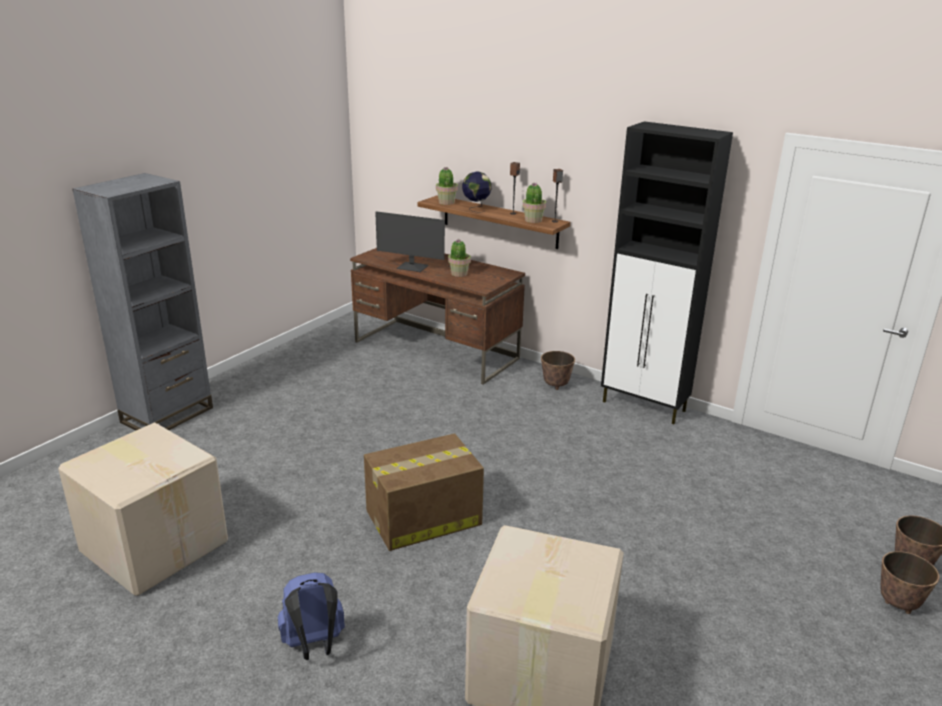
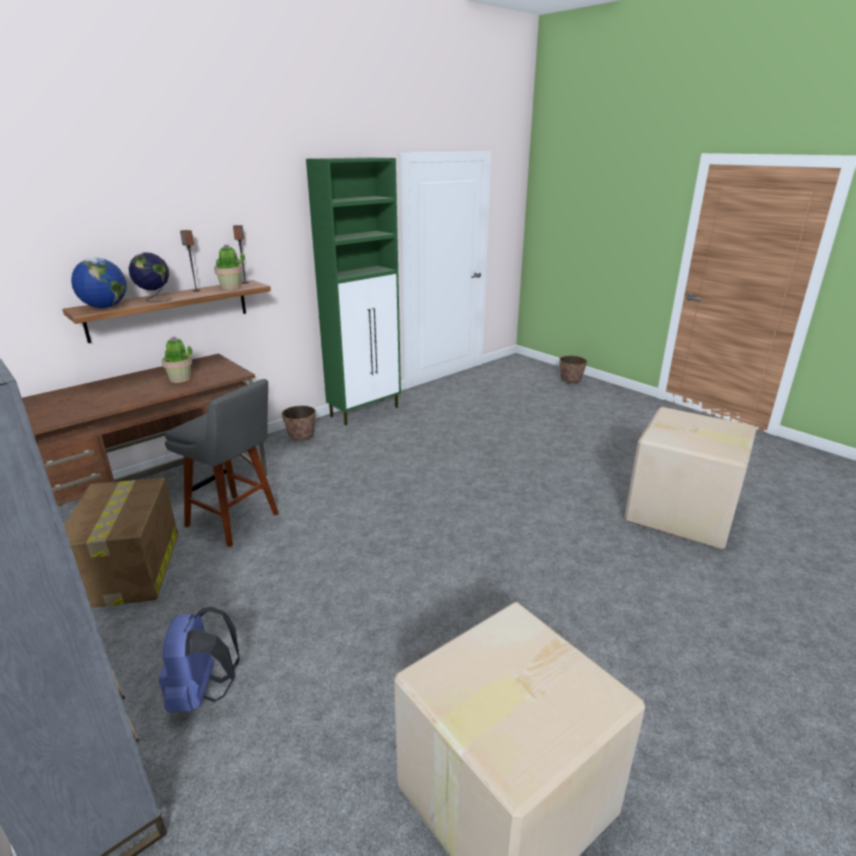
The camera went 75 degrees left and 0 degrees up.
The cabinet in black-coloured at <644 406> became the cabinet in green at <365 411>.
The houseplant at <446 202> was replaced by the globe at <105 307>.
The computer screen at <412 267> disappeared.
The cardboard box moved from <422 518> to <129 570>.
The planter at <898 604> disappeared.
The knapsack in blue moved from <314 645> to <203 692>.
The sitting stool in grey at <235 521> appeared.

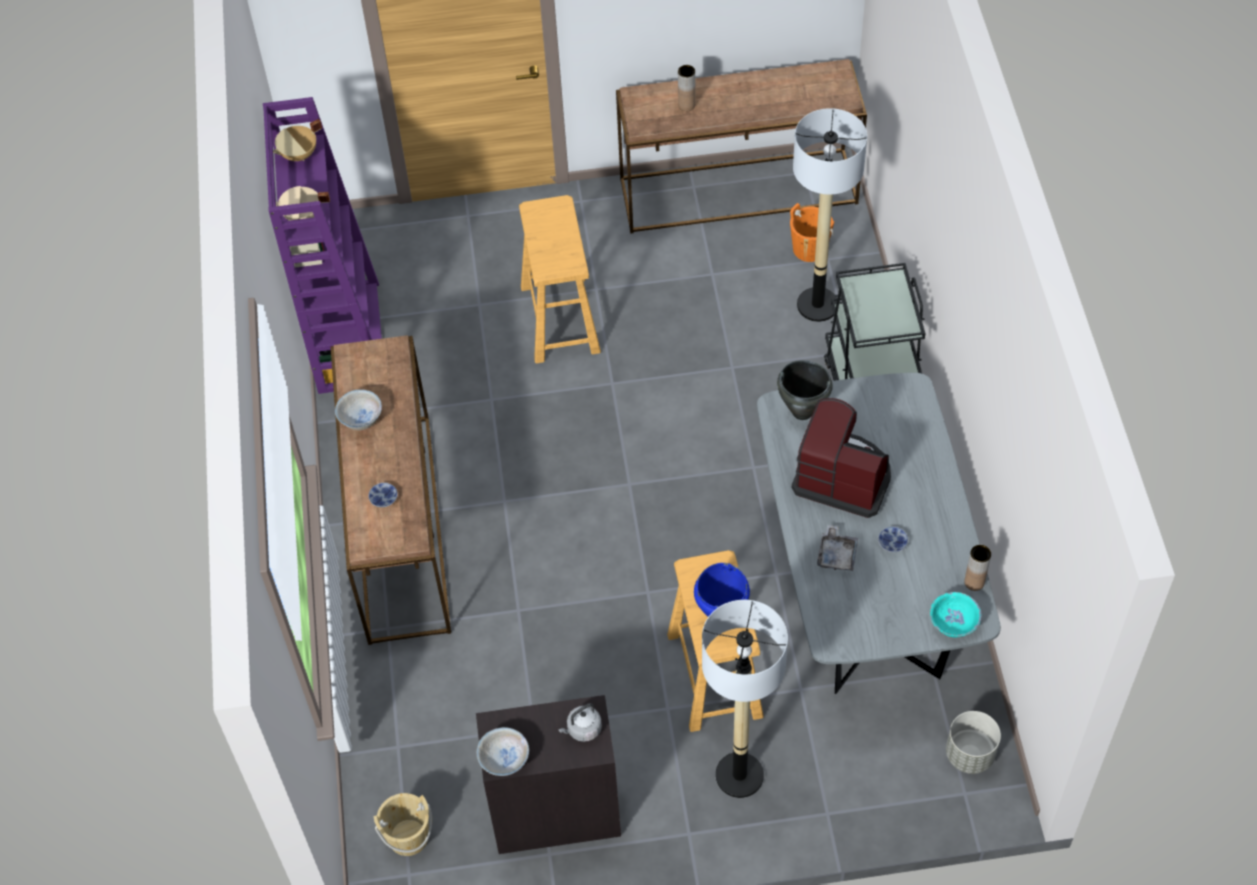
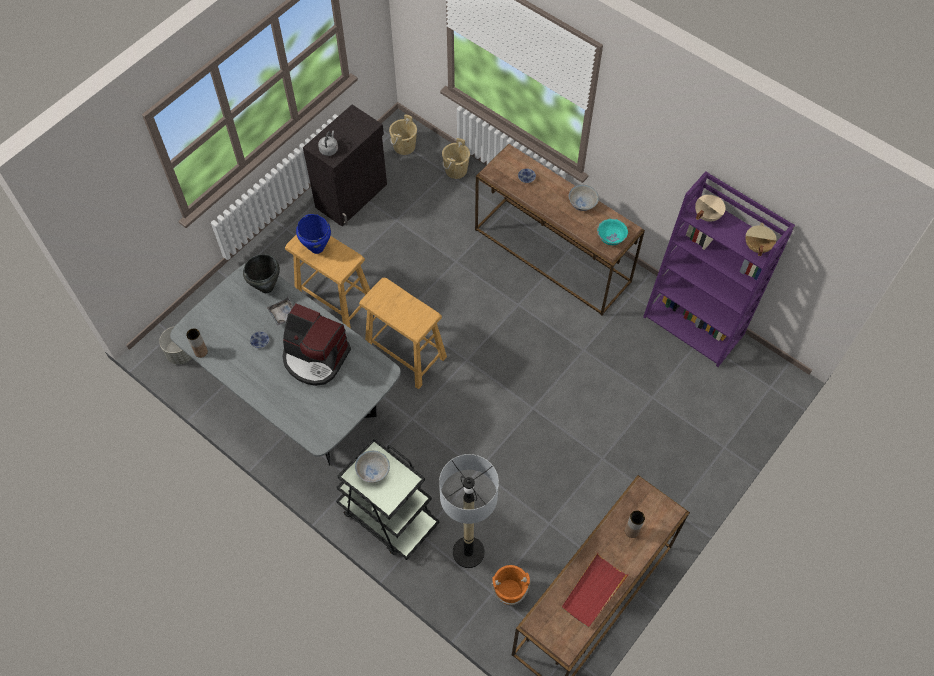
The camera went 135 degrees right and 5 degrees up.
The sitting stool in beige-coloured moved from <560 319> to <406 354>.
The cooking pot in black-coloured moved from <802 411> to <267 287>.
The coffee machine at <842 477> turned 45 degrees clockwise.
The bowl in turquoise-coloured moved from <954 623> to <611 238>.
The floor lamp at <739 775> disappeared.
The bowl in whitish moved from <504 760> to <373 471>.
The bucket in beige-coloured at <456 170> appeared.
The serving tray in red at <593 592> appeared.

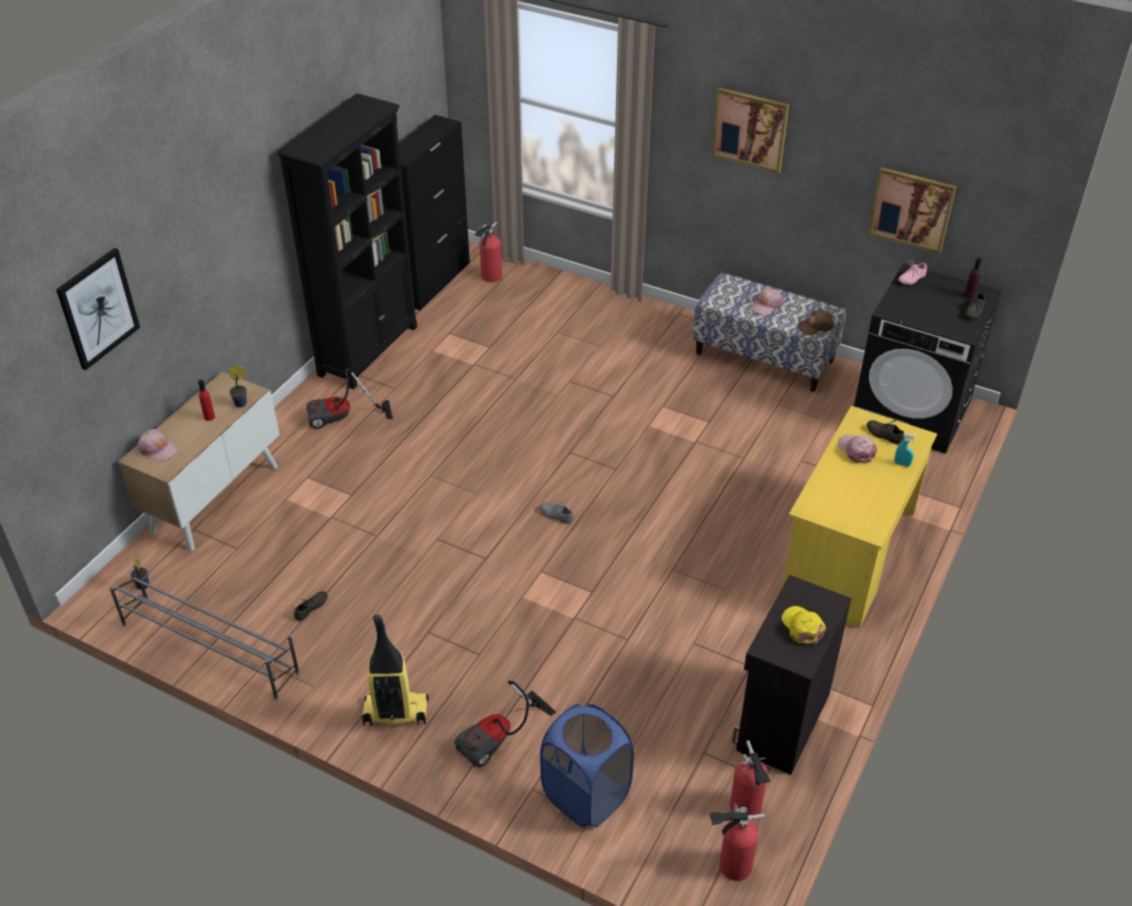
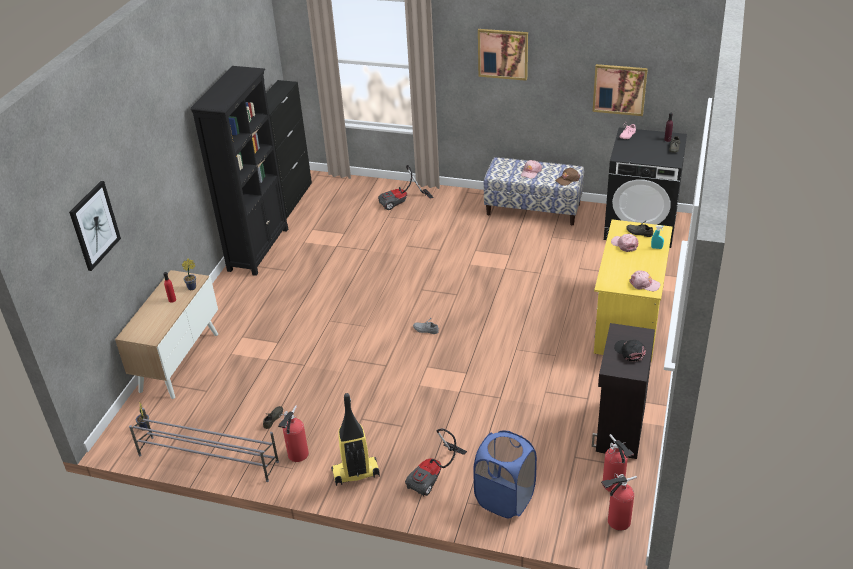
The camera went 10 degrees left and 5 degrees down.
The extinguisher moved from <490 277> to <297 456>.
The hoover moved from <342 419> to <402 203>.
The peaked cap in pink moved from <158 449> to <644 284>.
The peaked cap in yellow-coloured at <802 627> became the peaked cap in black-coloured at <630 352>.

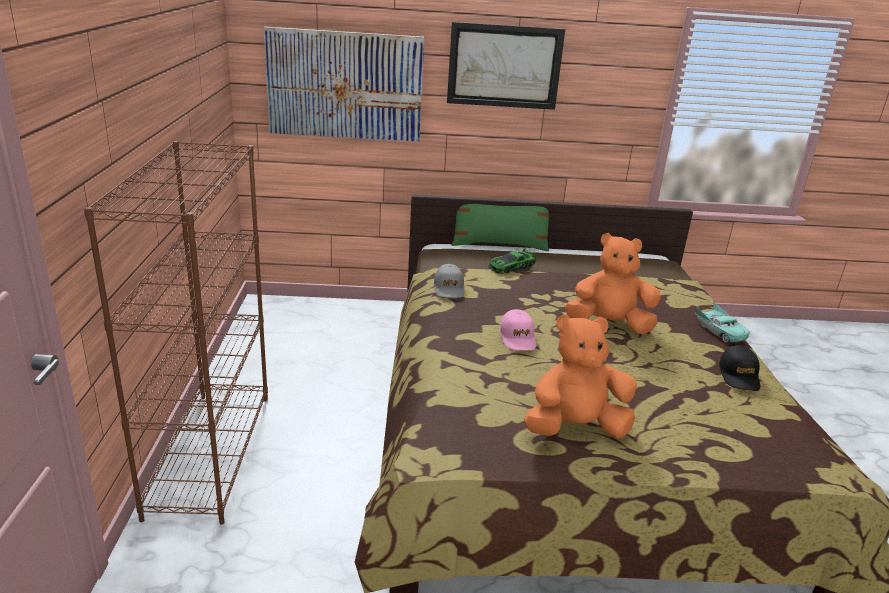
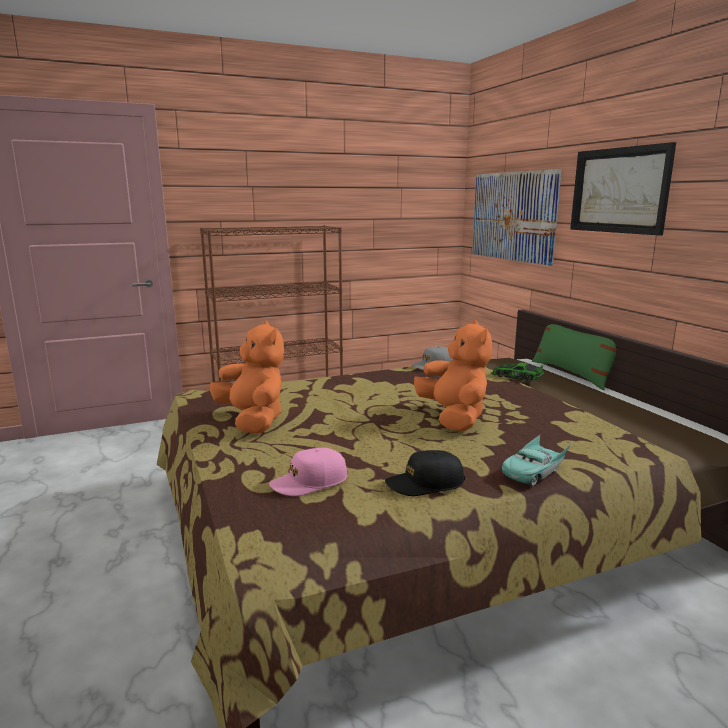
The camera went 70 degrees right and 10 degrees down.
The peaked cap in pink moved from <517 338> to <309 482>.

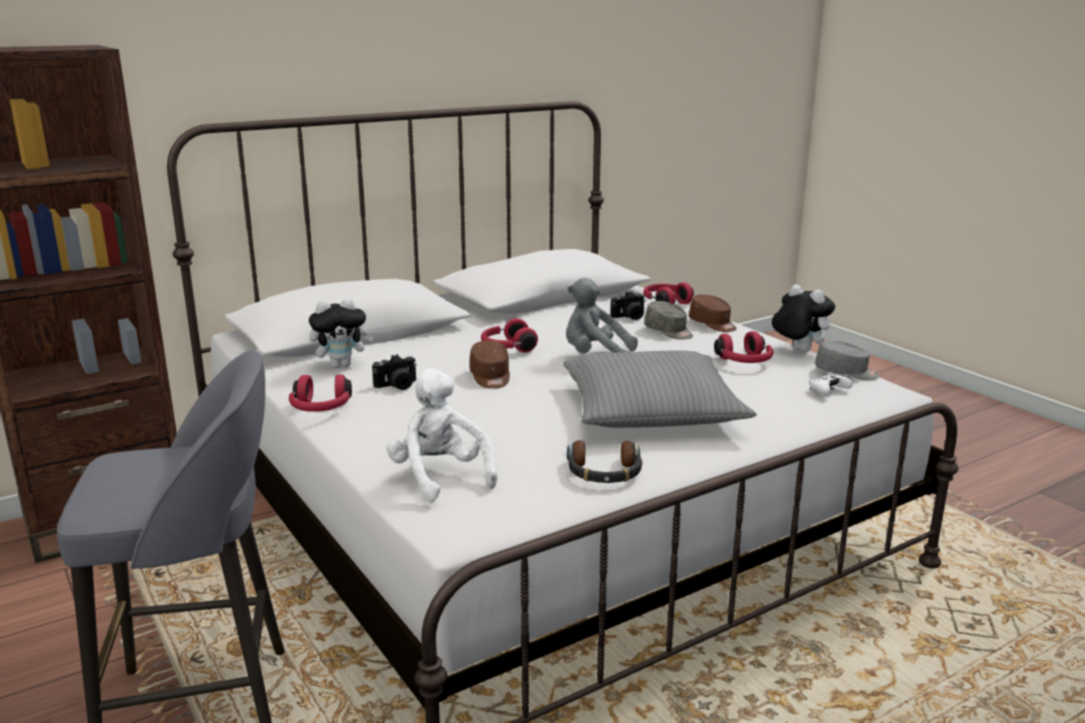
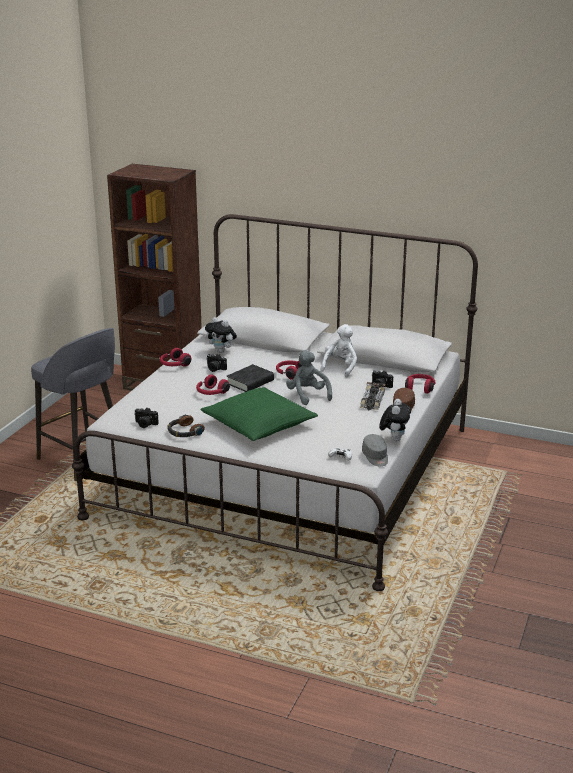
The camera went 55 degrees right and 5 degrees up.
The peaked cap in grey at <669 331> was replaced by the toy car at <372 401>.
The headphones in red moved from <744 362> to <211 393>.
The peaked cap in brown-coloured at <490 377> was replaced by the book in black-coloured at <250 382>.
The cushion in grey at <651 410> became the cushion in green at <258 424>.
The soft toy in whitish moved from <440 477> to <340 367>.
The photo camera at <145 424> appeared.

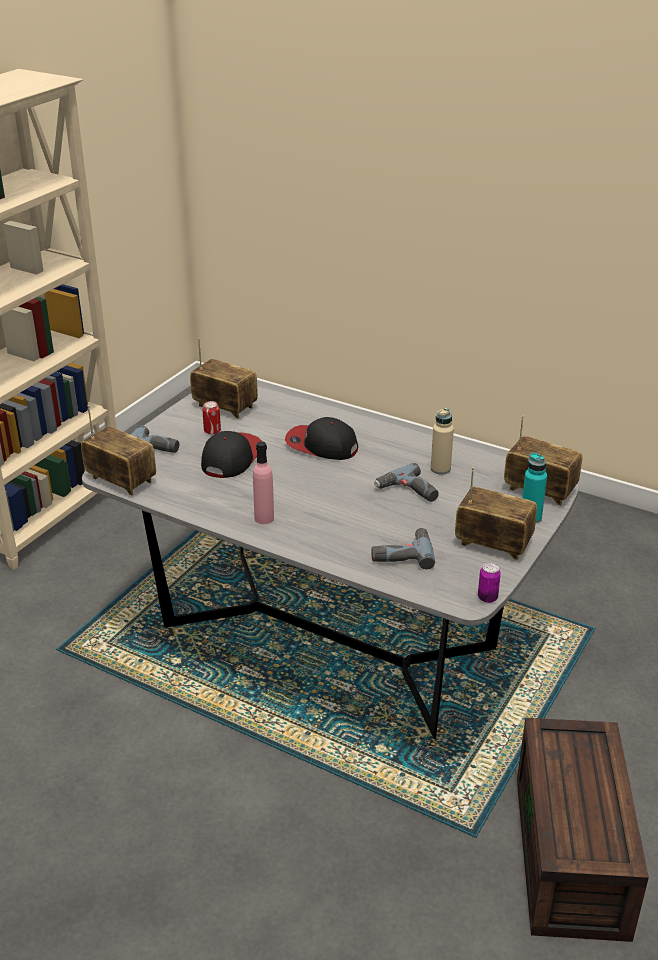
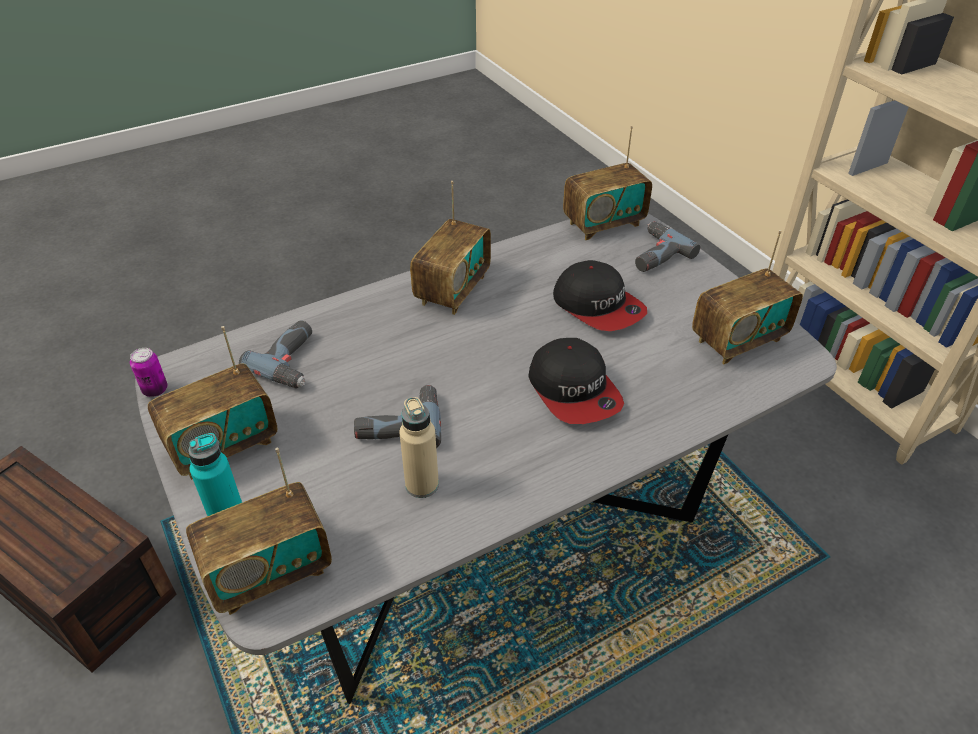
The camera went 120 degrees right and 10 degrees up.
The metal can at <212 431> disappeared.
The peaked cap at <321 445> turned 105 degrees clockwise.
The drink bottle in pink at <264 518> was replaced by the radio at <452 290>.

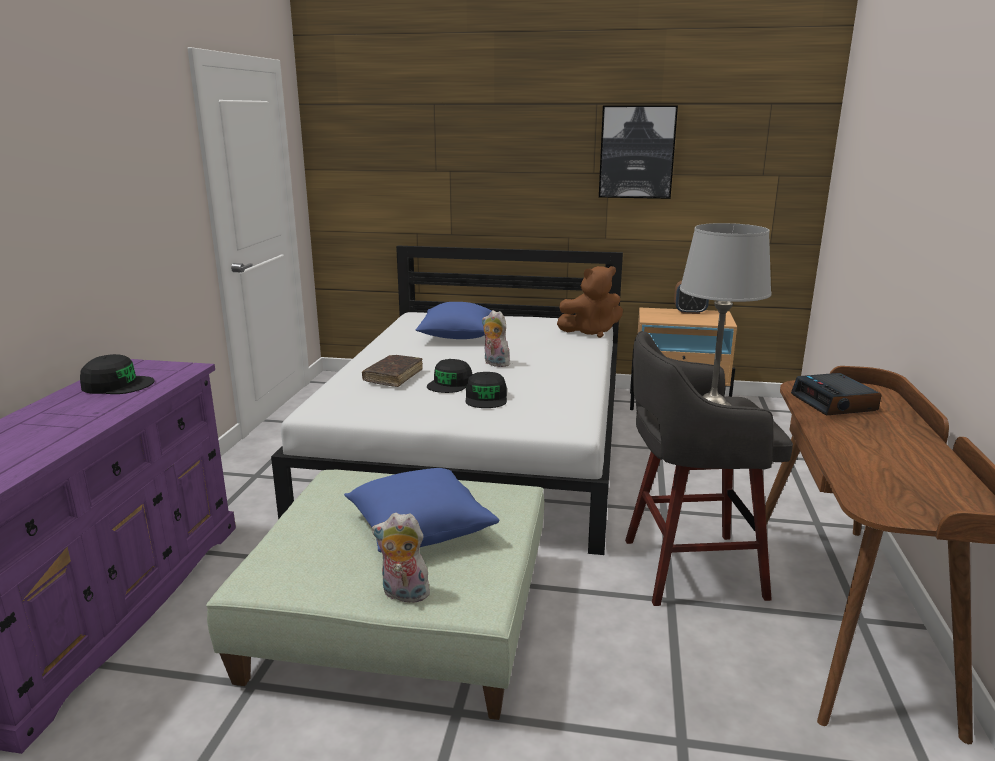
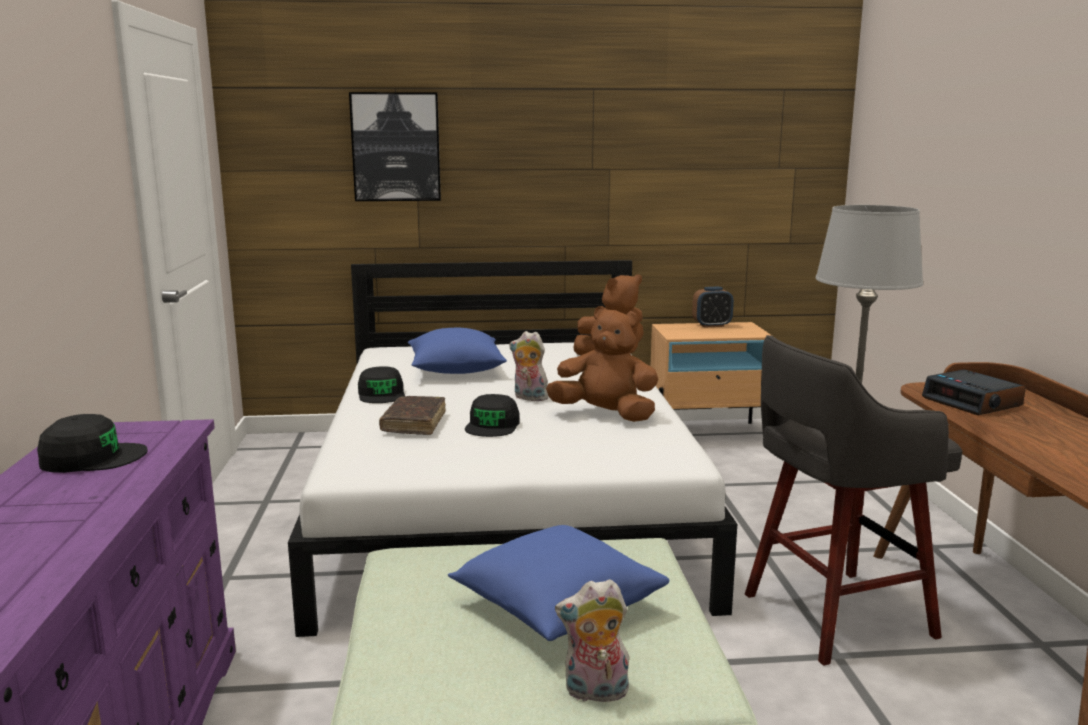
The camera went 15 degrees left and 5 degrees down.
The wall art moved from <637 152> to <396 147>.
The peaked cap in black-coloured moved from <486 398> to <381 394>.
The soft toy in brown-coloured at <605 415> appeared.

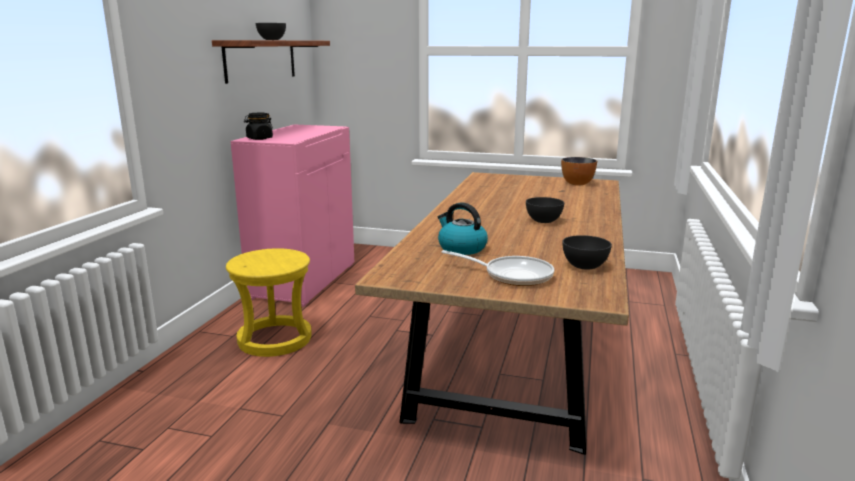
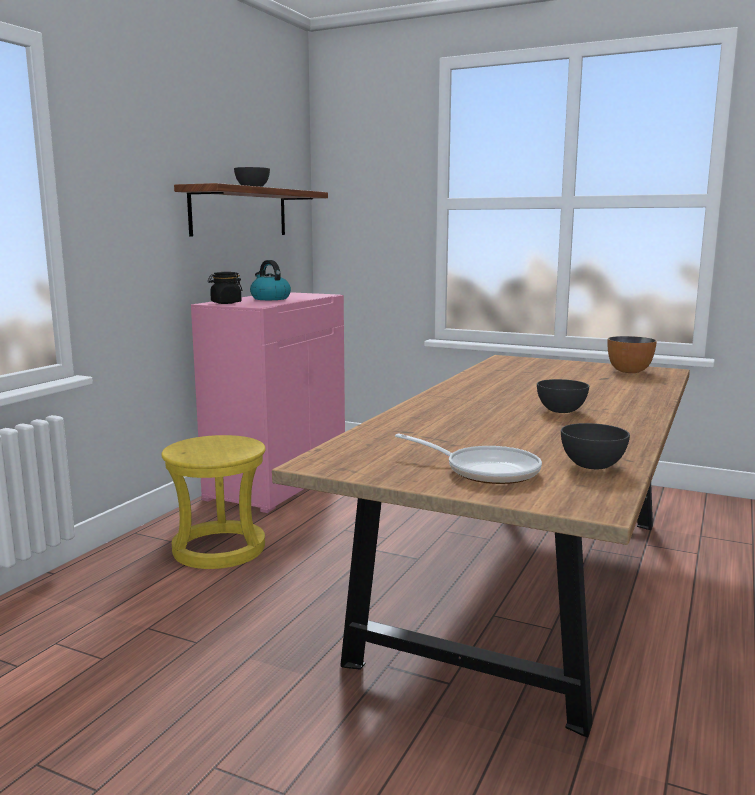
The camera went 10 degrees right and 5 degrees down.
The water kettle moved from <461 248> to <270 298>.

